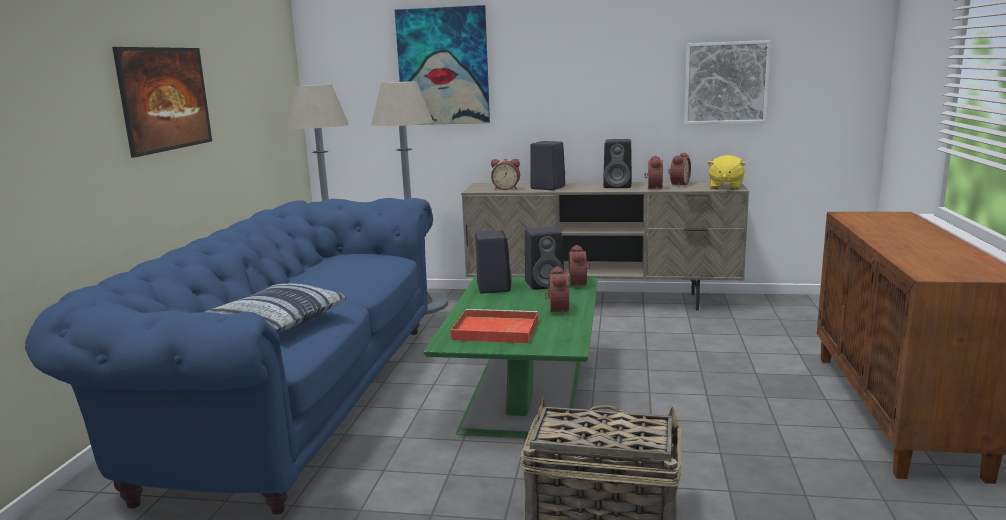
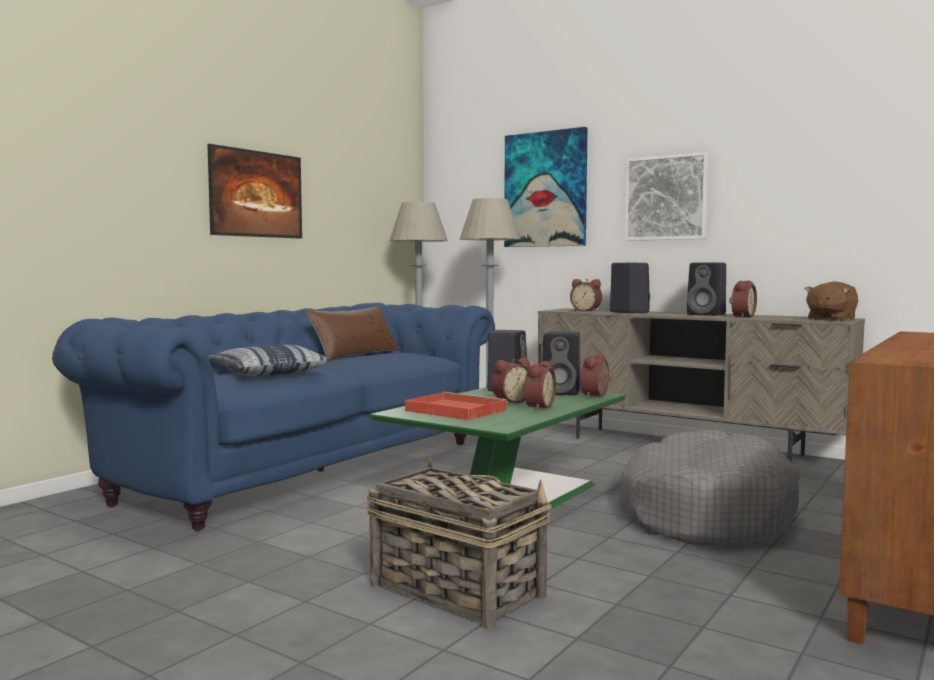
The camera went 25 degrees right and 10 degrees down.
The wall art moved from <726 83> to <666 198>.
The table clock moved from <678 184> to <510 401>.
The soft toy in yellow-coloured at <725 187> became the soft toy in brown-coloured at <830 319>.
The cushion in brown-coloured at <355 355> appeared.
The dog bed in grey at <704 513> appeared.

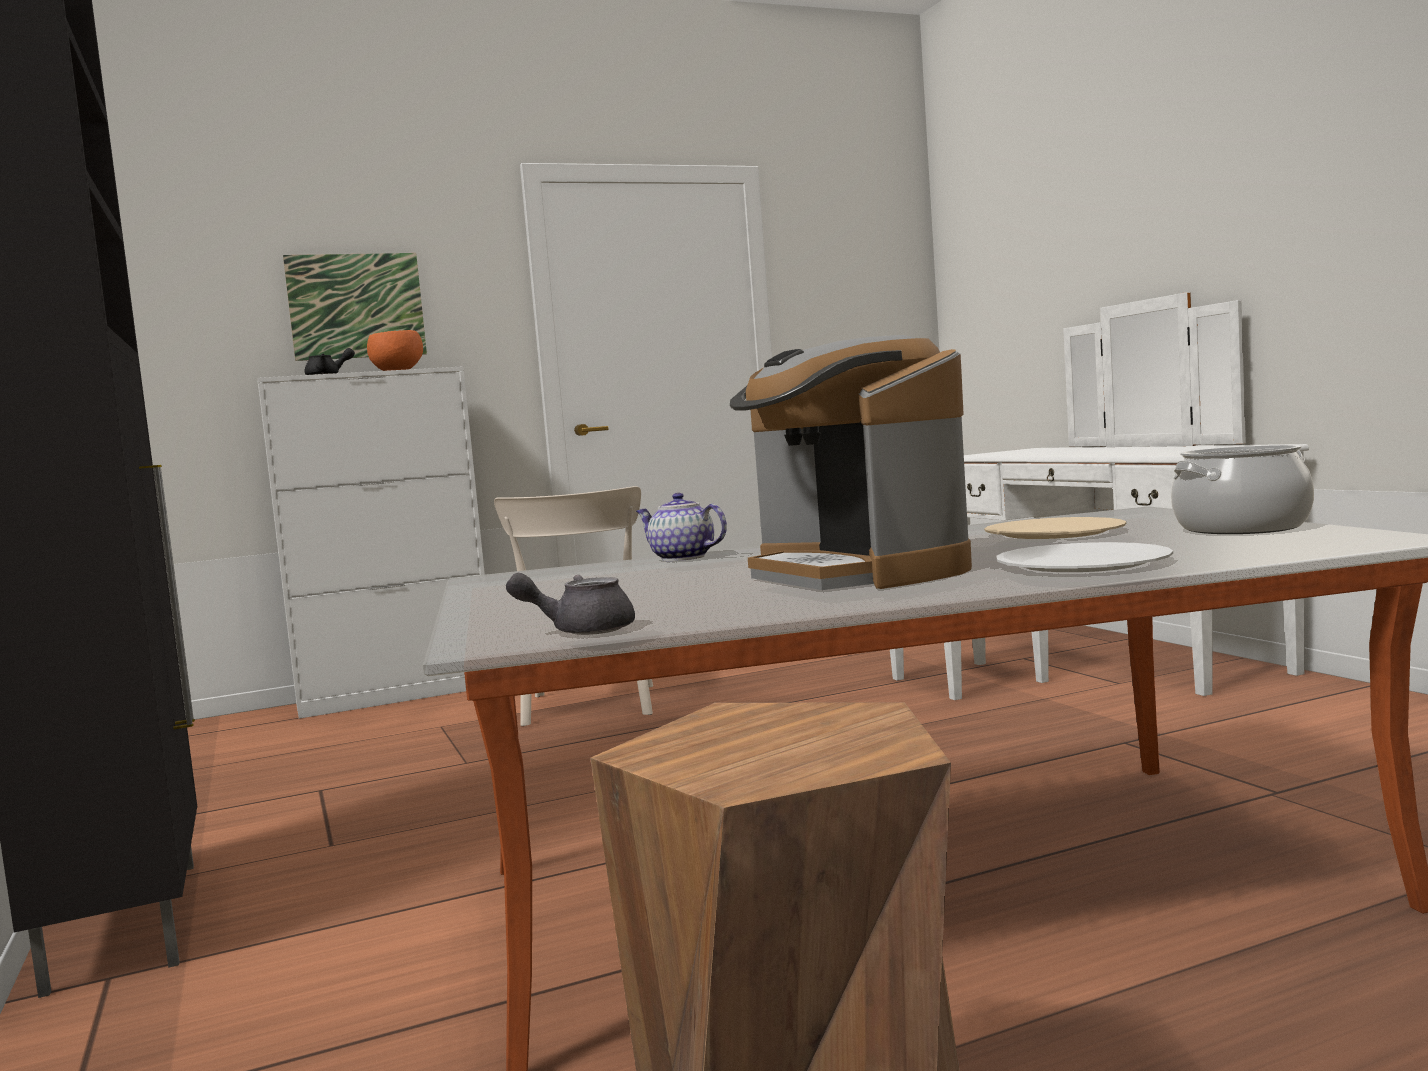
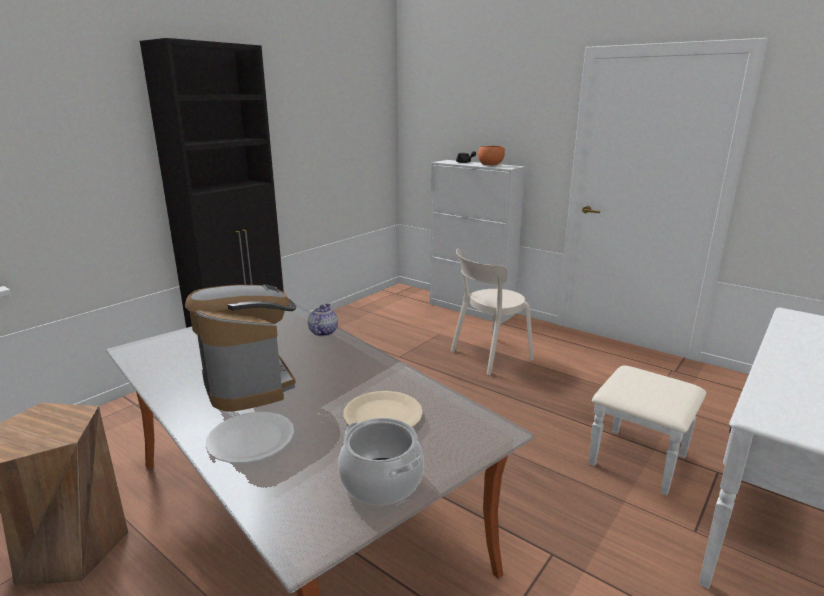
The camera went 60 degrees right and 15 degrees up.
The wall art at <356 306> disappeared.
The coffee machine at <857 573> turned 120 degrees clockwise.
The tea pot in grey at <581 630> disappeared.

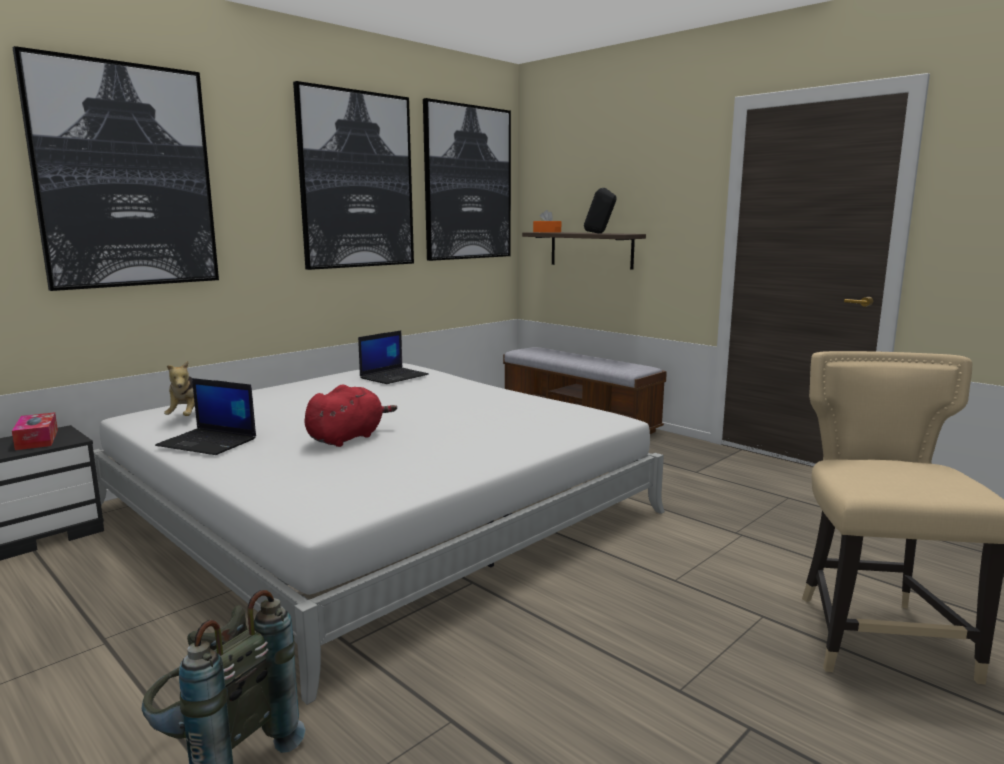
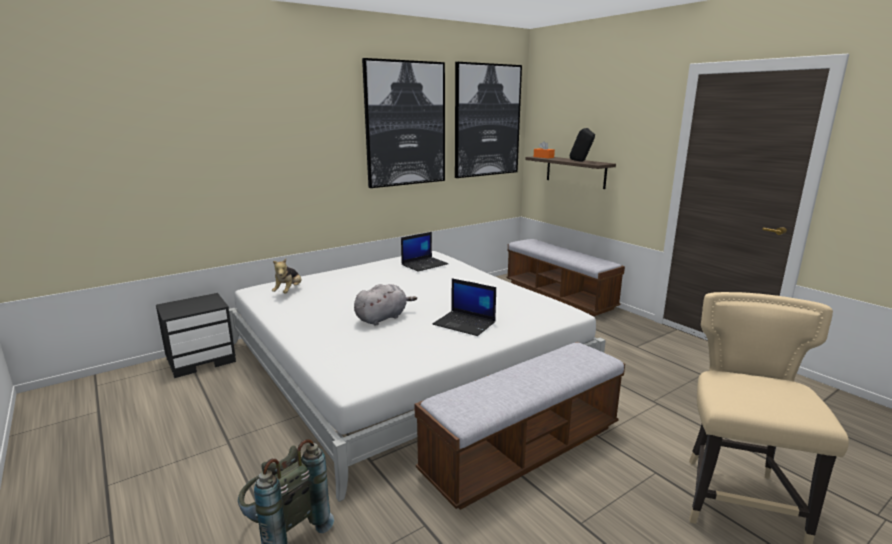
The camera went 10 degrees right and 5 degrees up.
The wall art at <125 177> disappeared.
The portable computer moved from <209 442> to <465 323>.
The soft toy in red at <348 438> became the soft toy in grey at <383 318>.
The box of tissues at <37 439> disappeared.
The bench at <523 450> appeared.

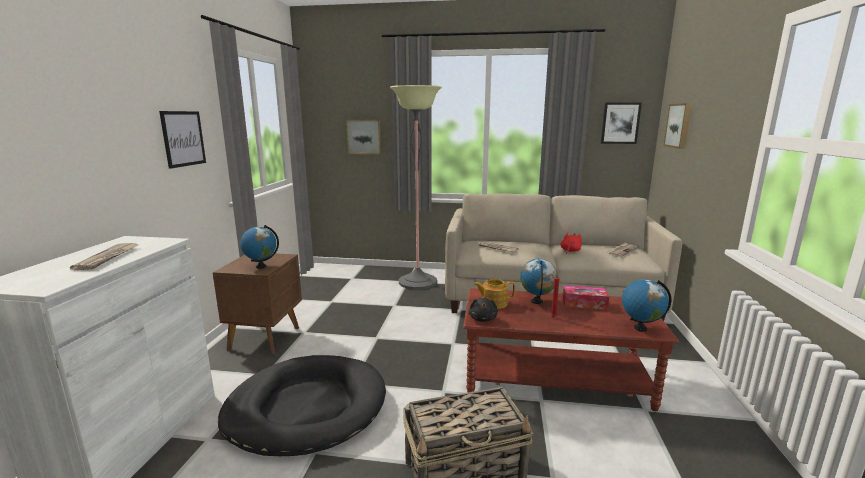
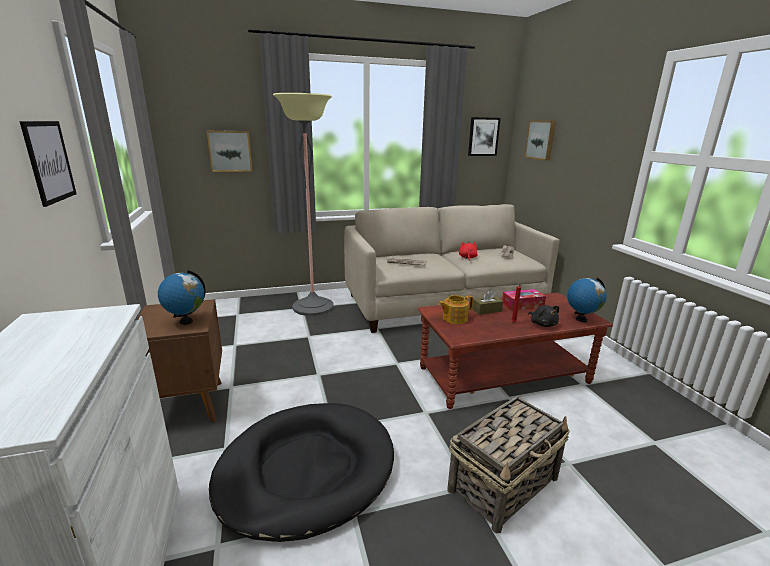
The camera went 25 degrees left and 5 degrees up.
The newspaper at <108 258> disappeared.
The globe at <537 301> was replaced by the box of tissues in brown-coloured at <486 310>.
The soft toy in black-coloured moved from <483 319> to <542 324>.

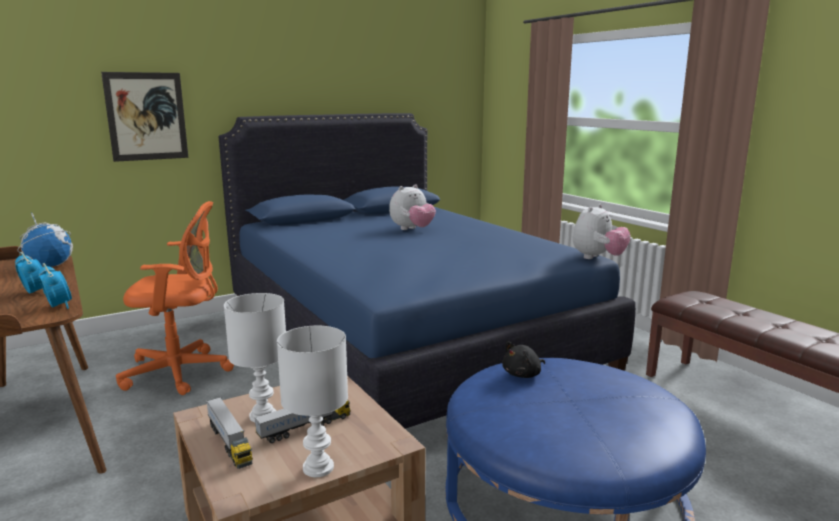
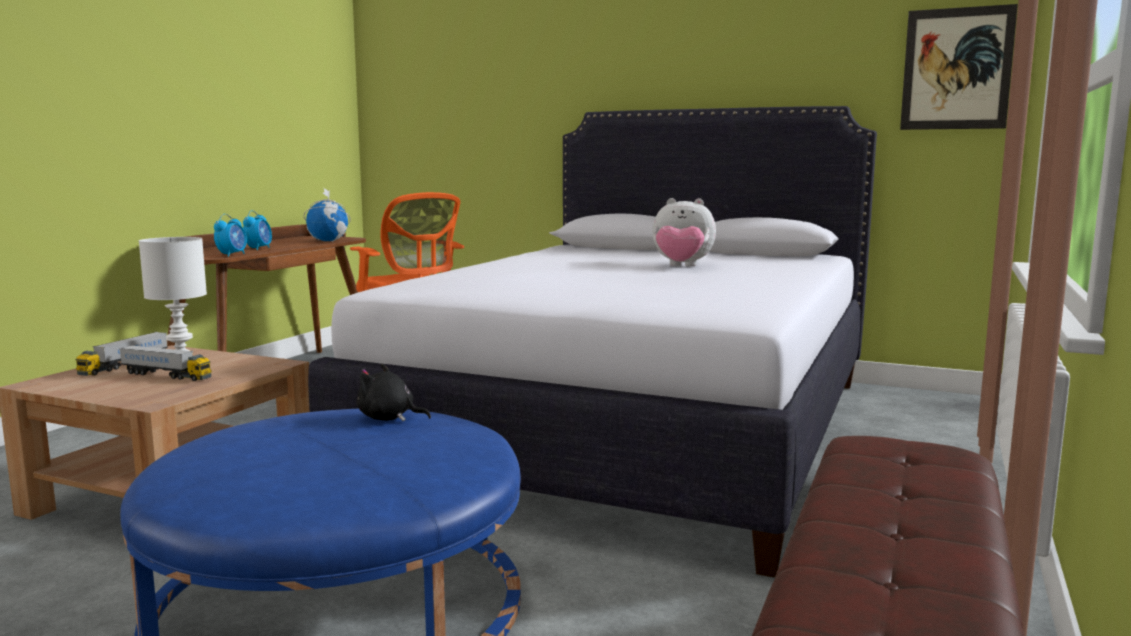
The camera went 55 degrees right and 5 degrees down.
The wall art moved from <146 116> to <956 69>.
The bedroom bed in blue at <405 339> became the bedroom bed in whitish at <636 427>.
The soft toy at <598 258> disappeared.
The table lamp in whitish at <317 468> disappeared.

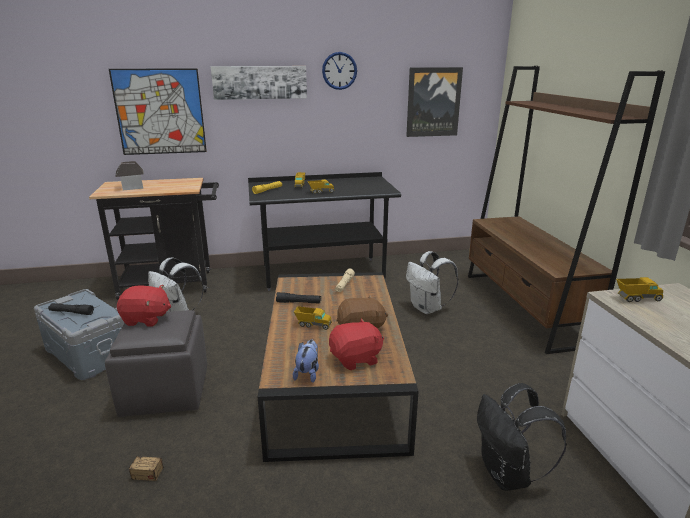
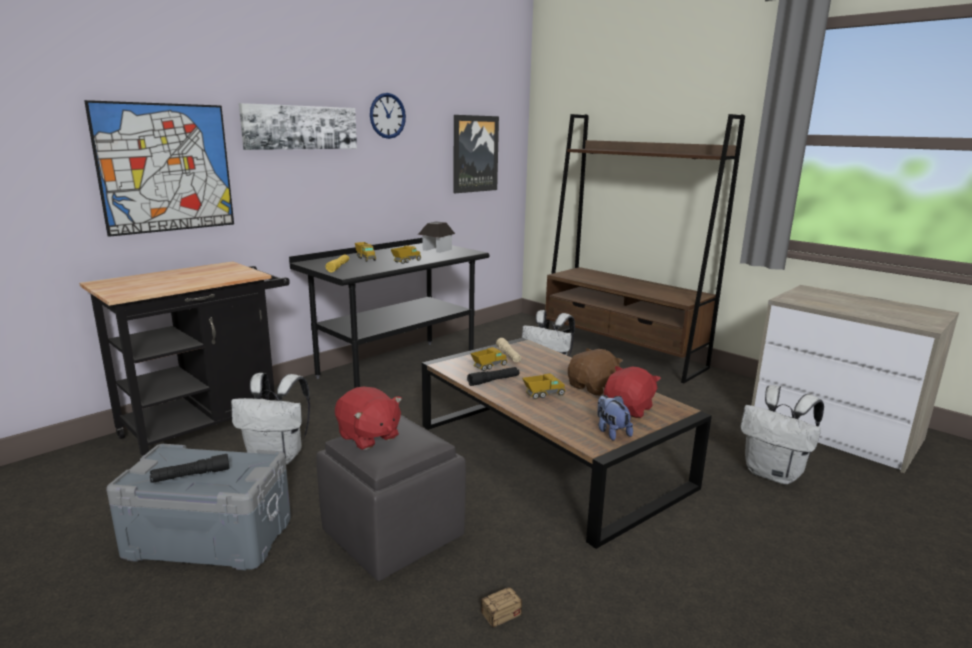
The camera went 35 degrees left and 5 degrees down.
The miniature house moved from <132 187> to <436 249>.
The toy truck moved from <637 298> to <489 367>.
The soft toy in red at <146 319> turned 75 degrees clockwise.
The knapsack in black-coloured at <508 475> became the knapsack in whitish at <774 474>.

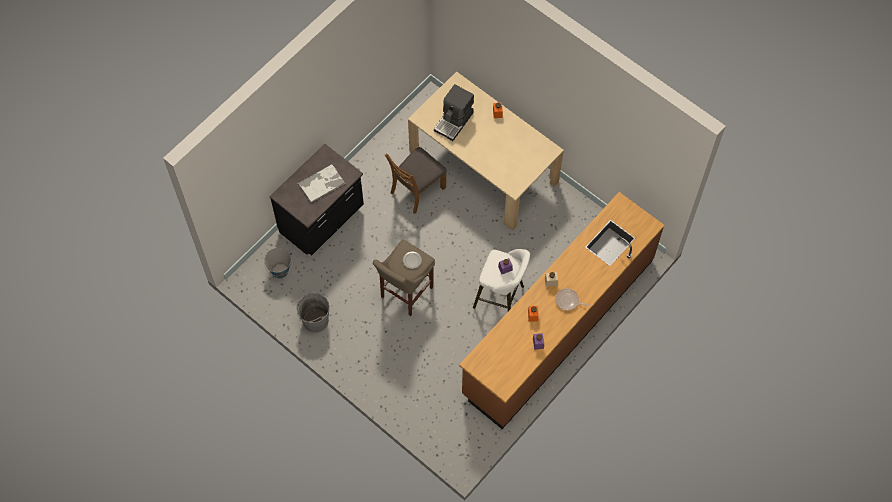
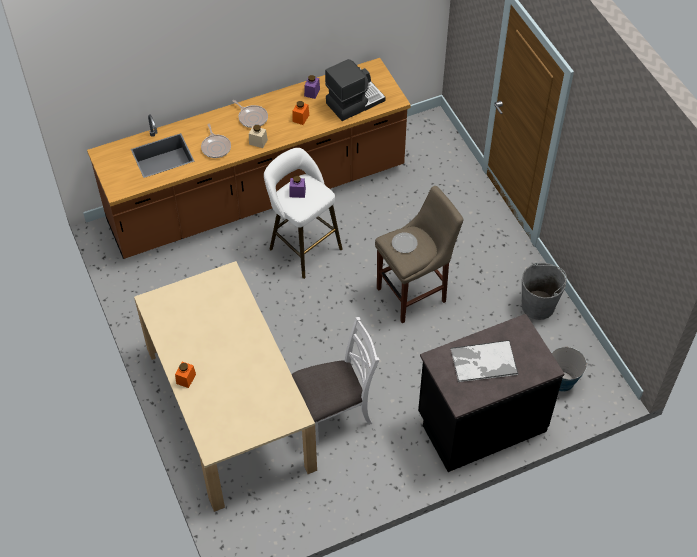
The camera went 155 degrees left and 10 degrees down.
The coffee machine moved from <454 121> to <354 102>.
The chair in brown-coloured at <417 190> became the chair in whitish at <334 412>.
The skillet at <216 147> appeared.

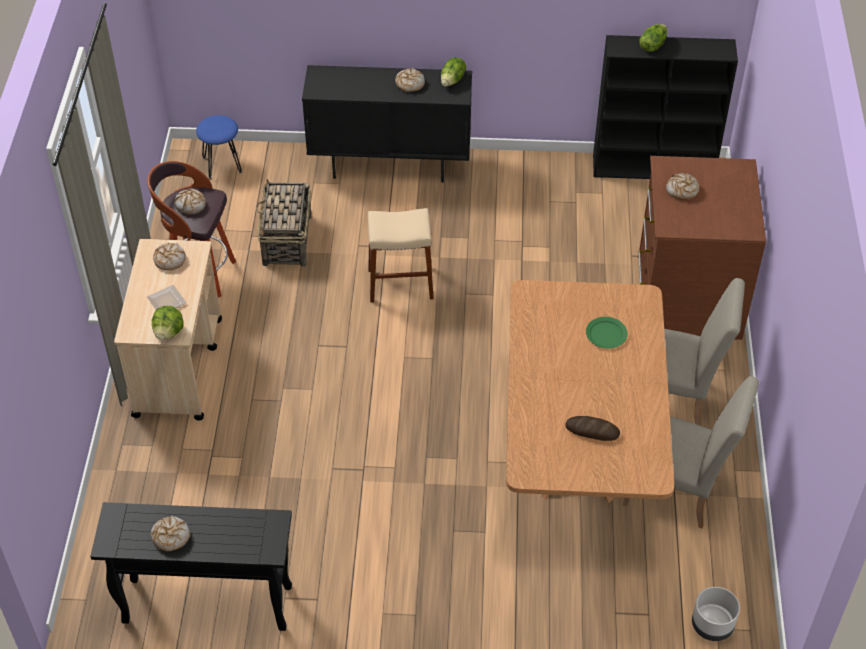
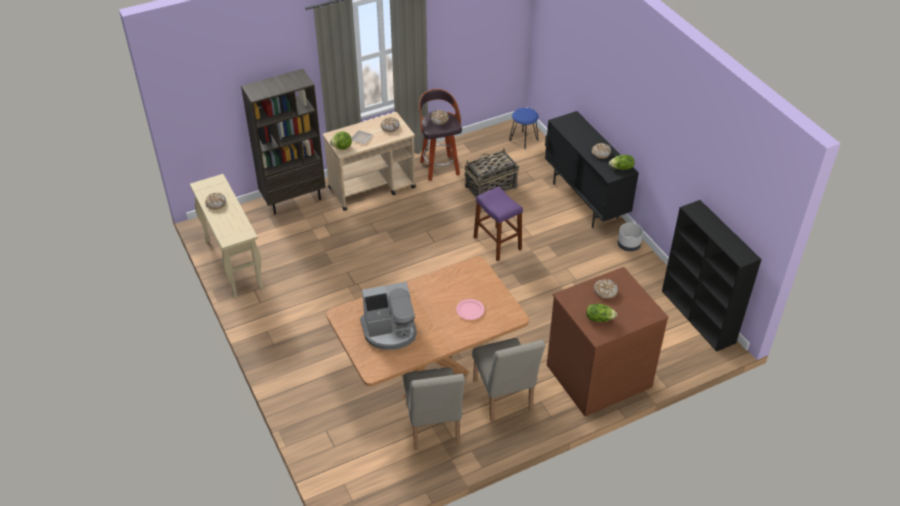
The camera went 60 degrees right and 5 degrees down.
The head of lettuce moved from <652 45> to <599 318>.
The sitting stool in beige-coloured at <400 284> became the sitting stool in purplish at <497 243>.
The flat dish in green at <606 334> became the flat dish in pink at <470 310>.
The baked bread at <592 430> was replaced by the coffee machine at <390 331>.
The console table in black-coloured at <206 604> became the console table in beige-coloured at <233 263>.
The planter in grey moved from <712 625> to <628 246>.
The bookshelf in brown-coloured at <293 199> appeared.

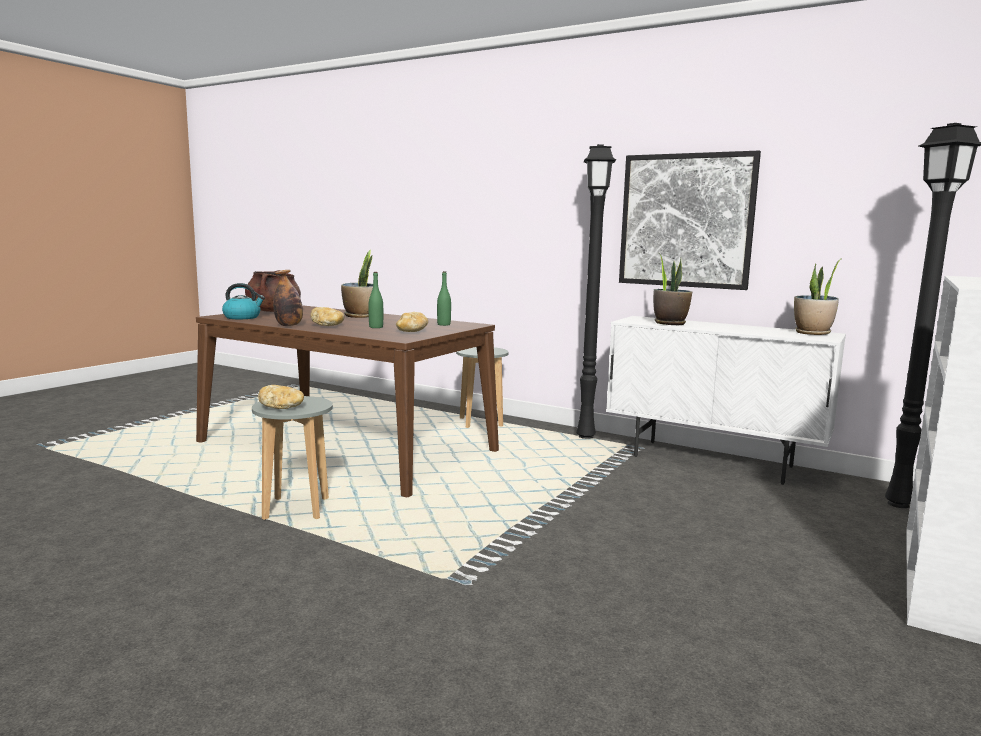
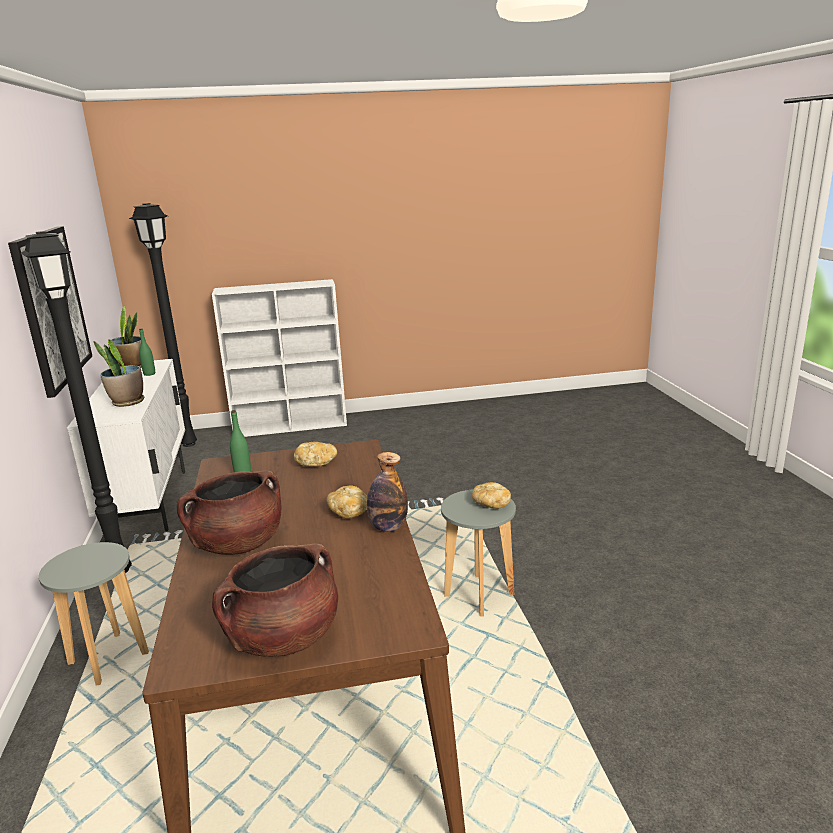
The camera went 130 degrees left and 10 degrees up.
The houseplant at <360 316> was replaced by the cooking pot in brown-coloured at <238 544>.
The drink bottle in green moved from <376 327> to <149 374>.
The water kettle at <242 317> disappeared.

